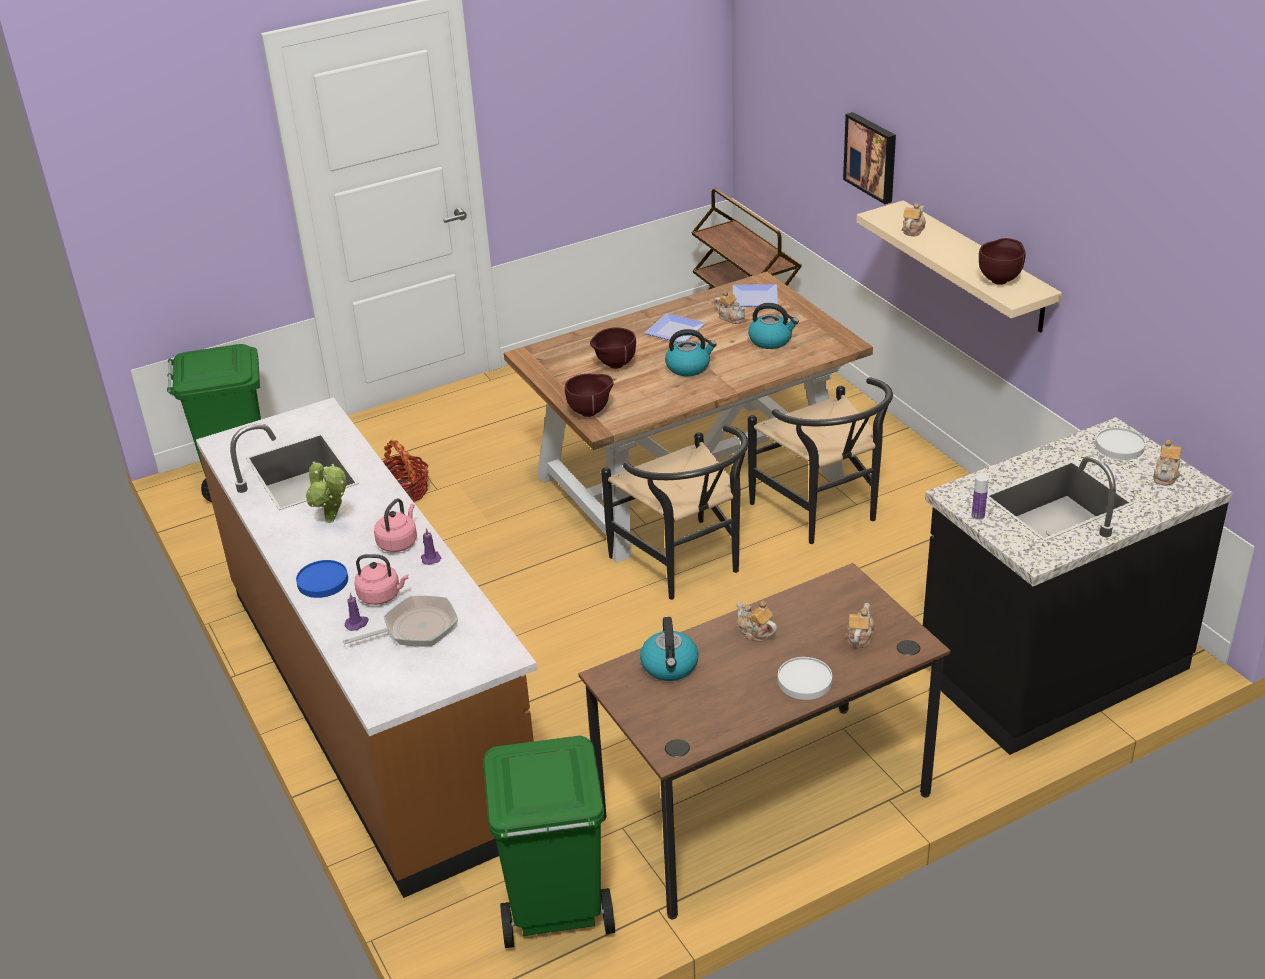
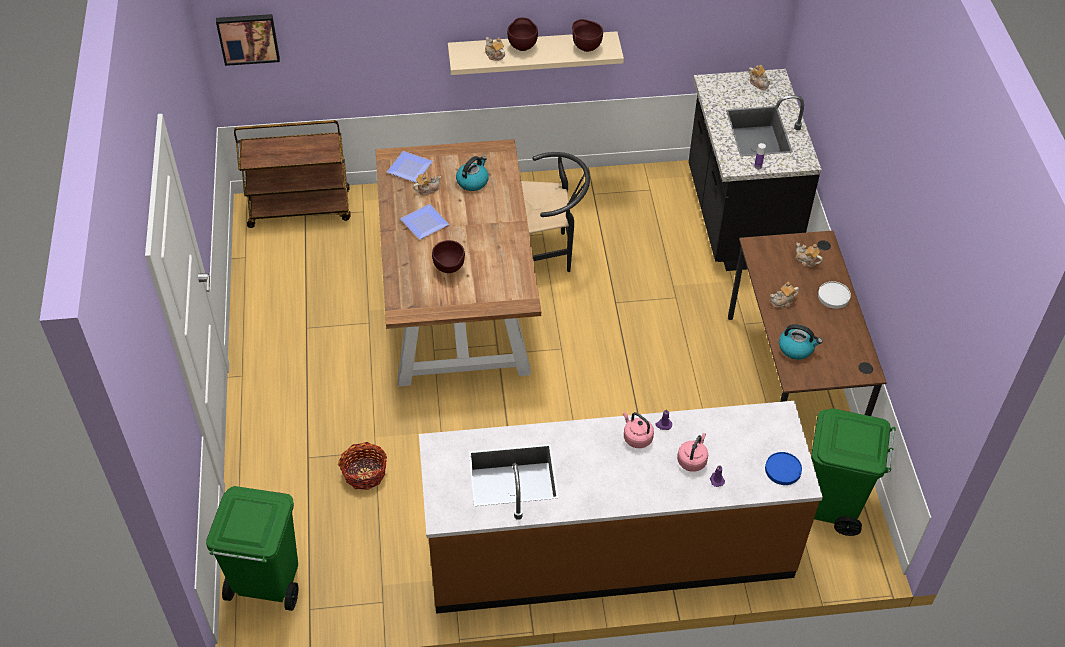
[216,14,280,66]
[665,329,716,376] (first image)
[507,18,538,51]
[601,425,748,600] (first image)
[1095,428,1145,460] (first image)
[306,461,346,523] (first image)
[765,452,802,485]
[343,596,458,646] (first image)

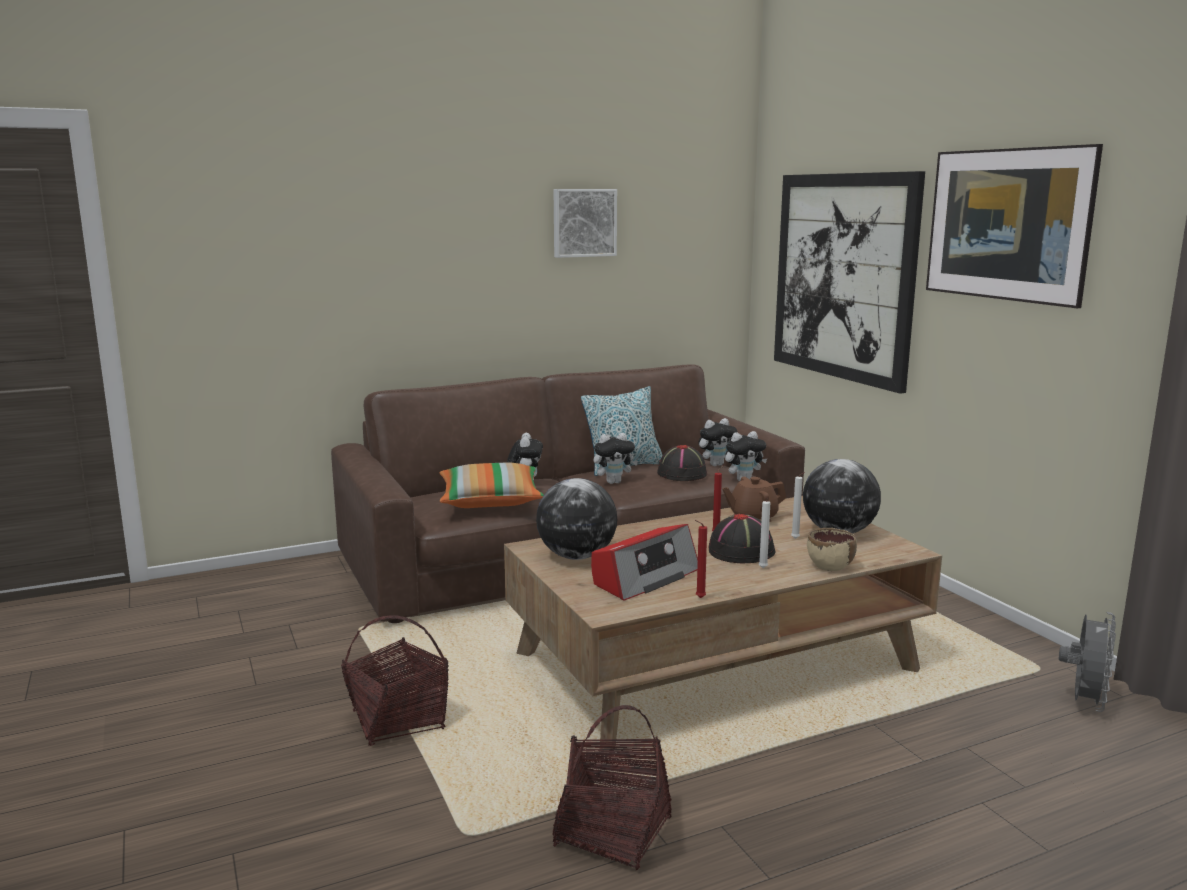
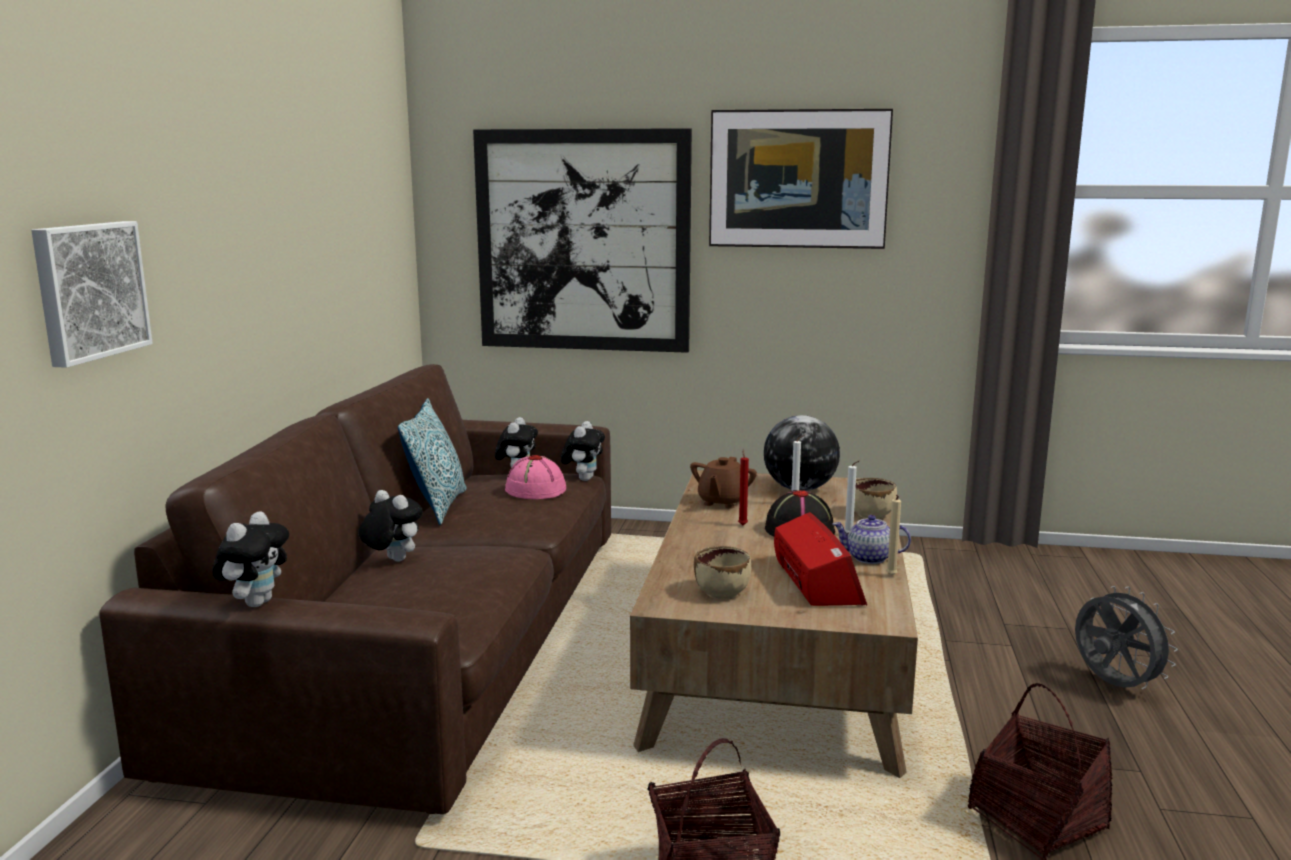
[31,221,153,368]
[212,511,289,607]
[505,455,566,499]
[440,463,544,508] (first image)
[694,546,751,599]
[886,495,901,576]
[1075,586,1178,689]
[833,515,911,564]

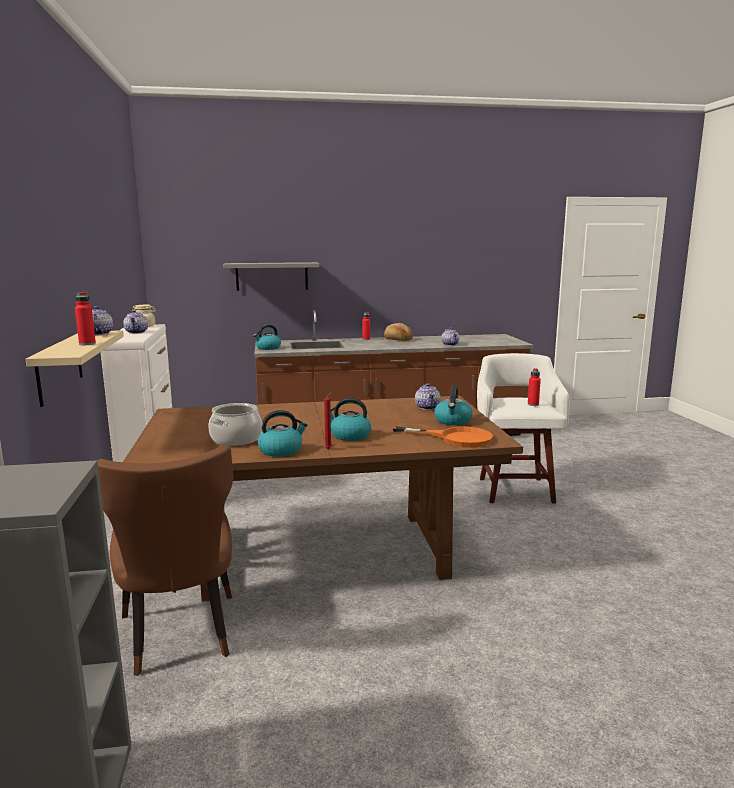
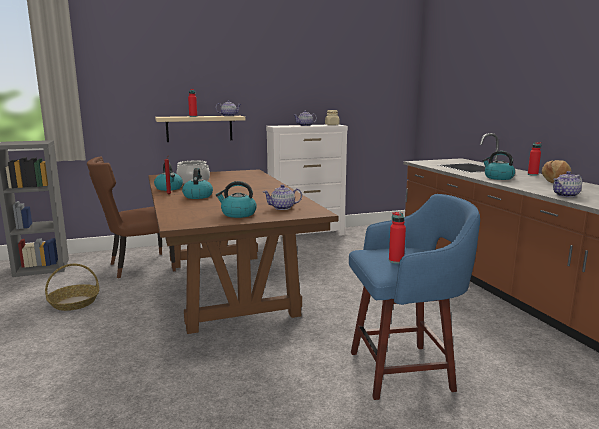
[223,262,319,291] (first image)
[482,151,515,180]
[349,194,480,400]
[393,426,493,448] (first image)
[45,264,99,311]

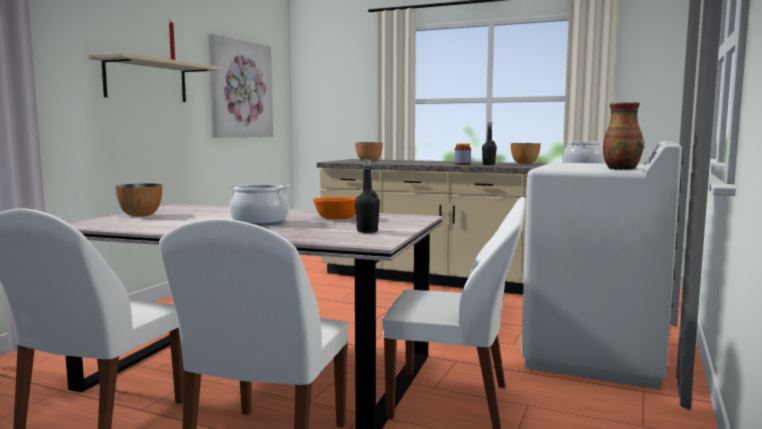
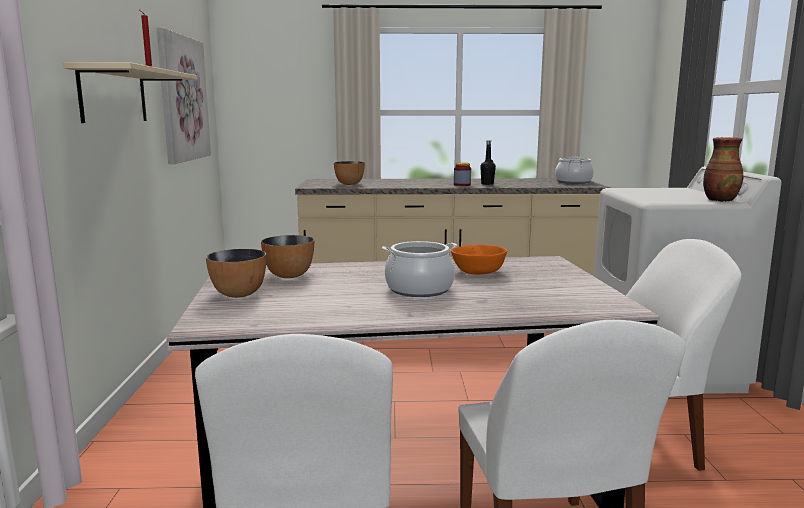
[261,235,314,278]
[355,159,380,233] (first image)

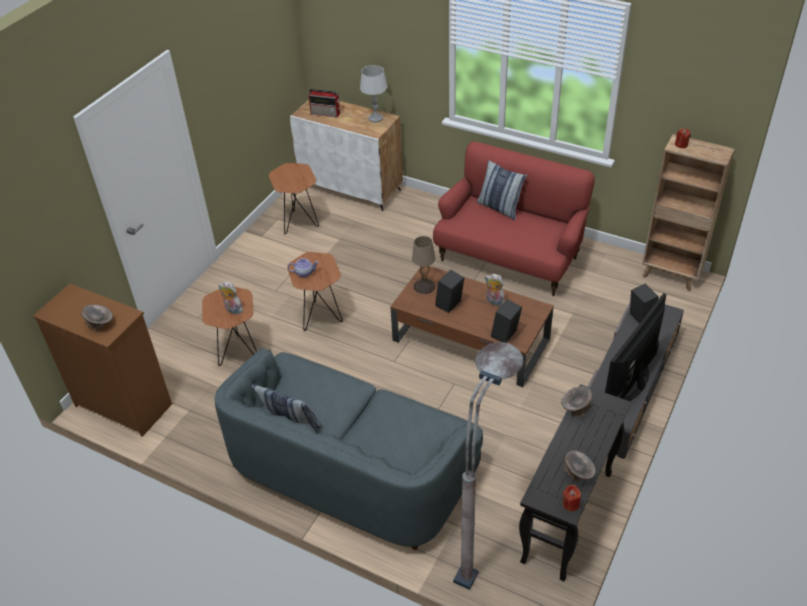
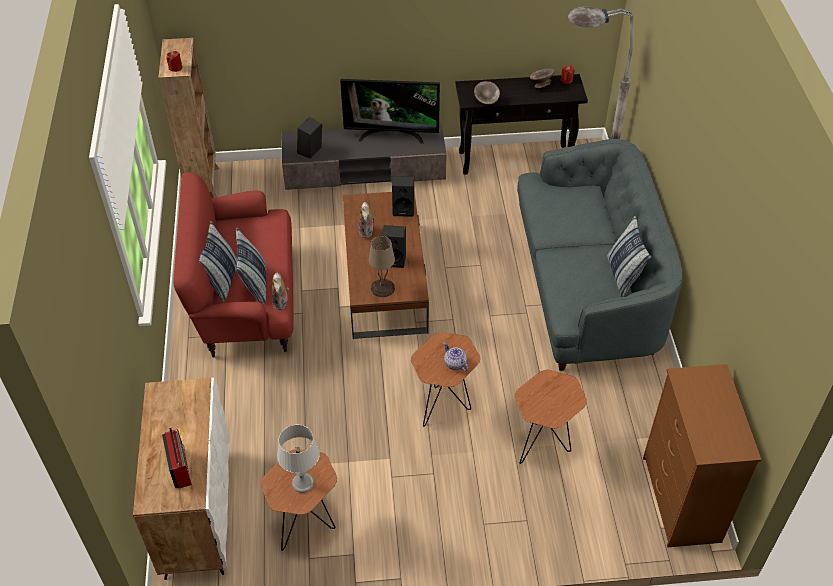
[277,425,320,493]
[272,272,289,310]
[81,305,113,330] (first image)
[236,227,266,305]

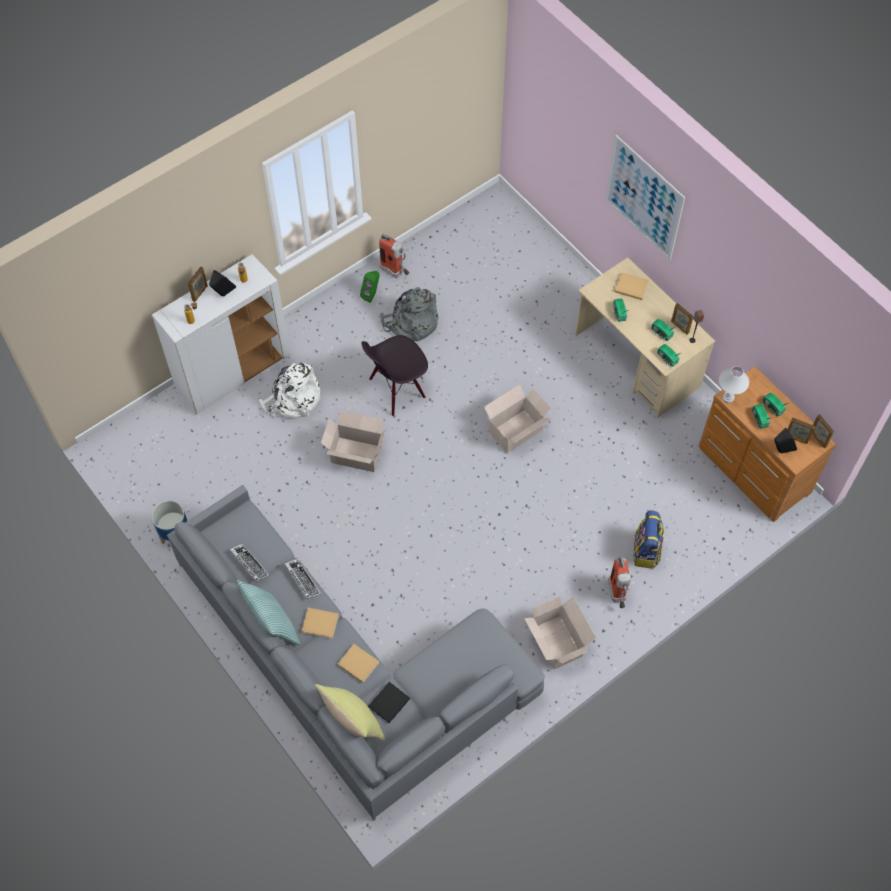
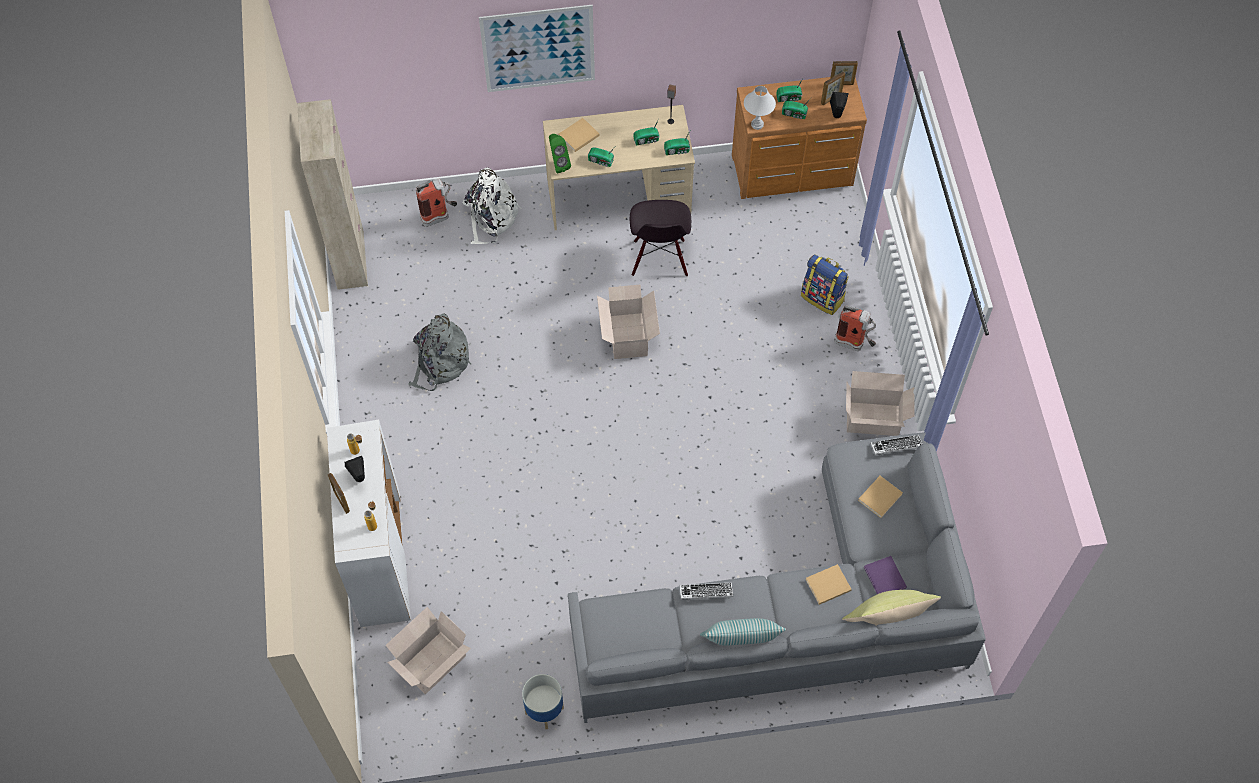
[416,178,457,227]
[549,134,571,173]
[671,303,694,334] (first image)
[630,200,691,277]
[462,168,522,244]
[386,607,471,694]
[870,435,923,456]
[858,476,903,518]
[864,556,907,594]
[297,99,368,290]

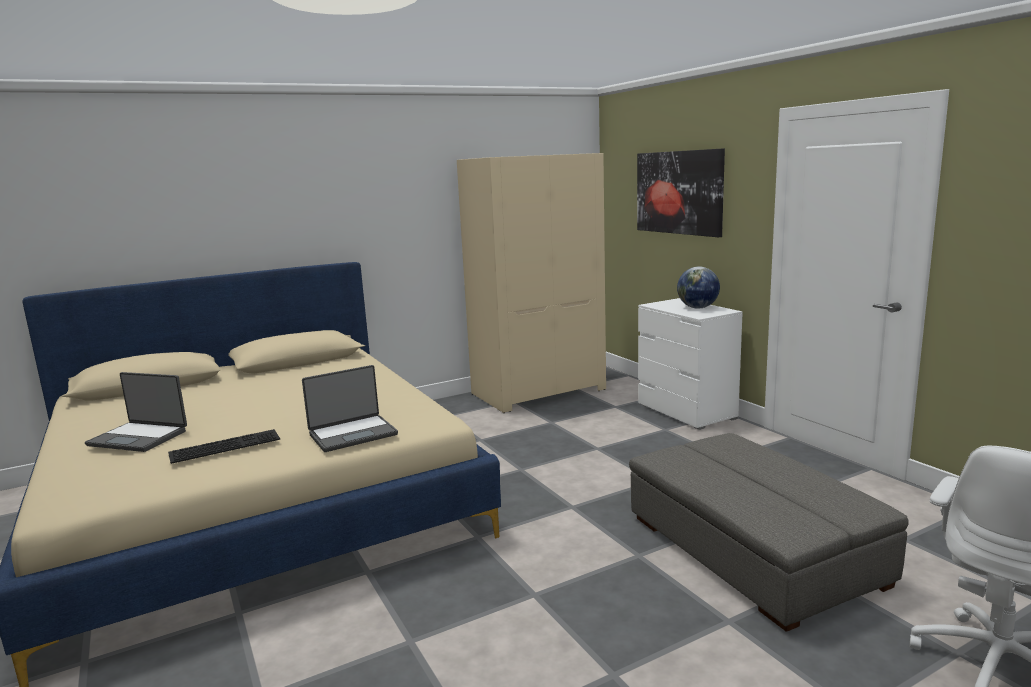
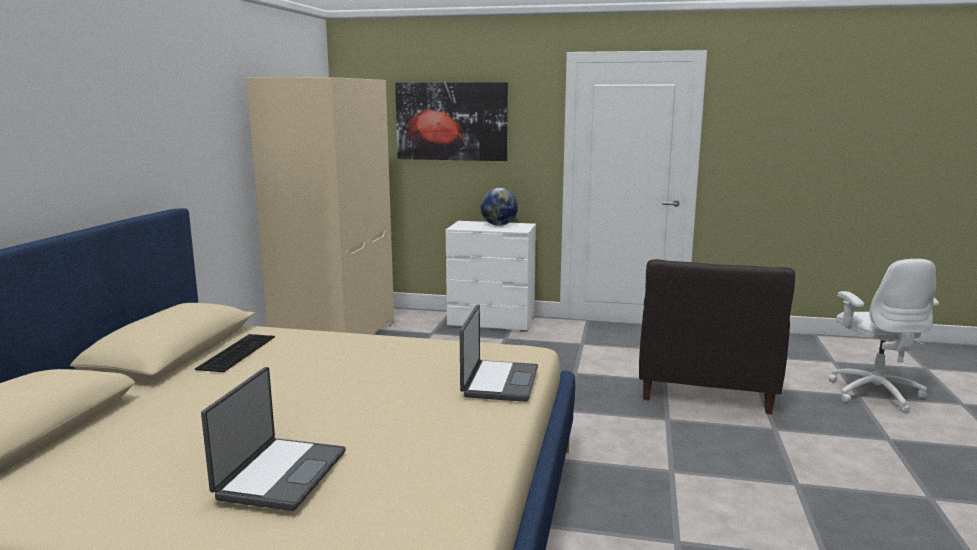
[201,367,346,511]
[195,334,275,372]
[639,259,795,414]

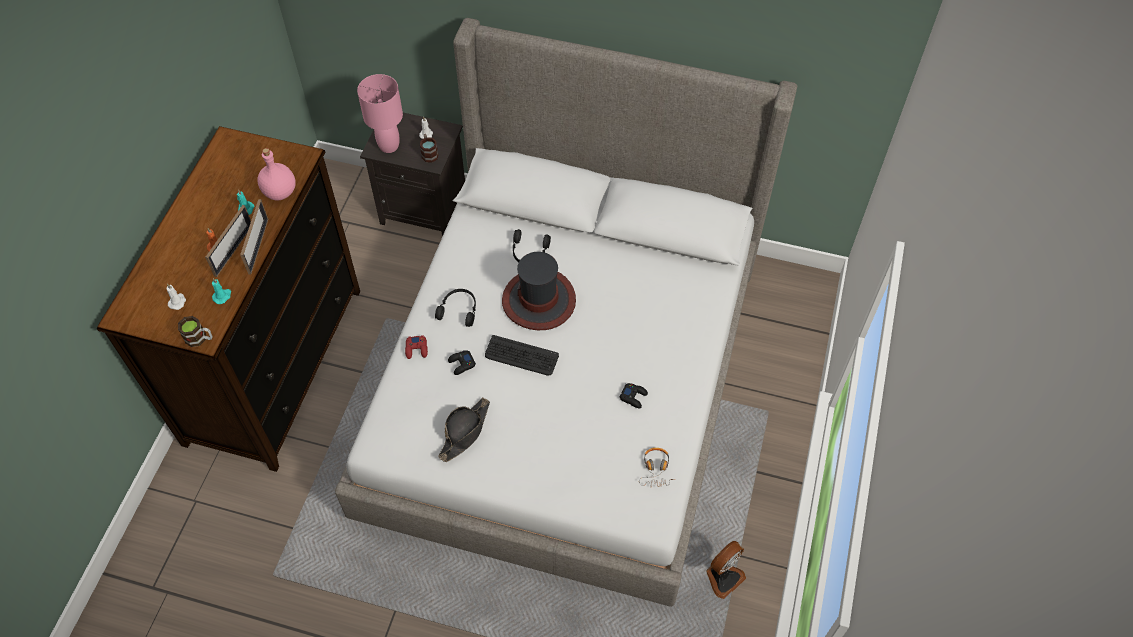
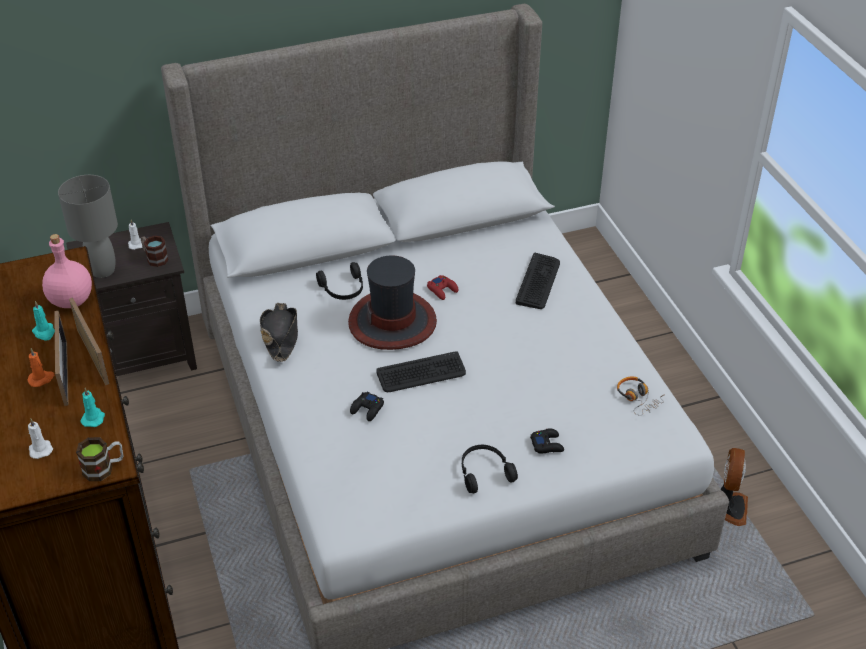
[58,175,118,278]
[462,445,518,493]
[427,275,459,300]
[530,428,564,454]
[260,303,298,362]
[516,253,560,309]

